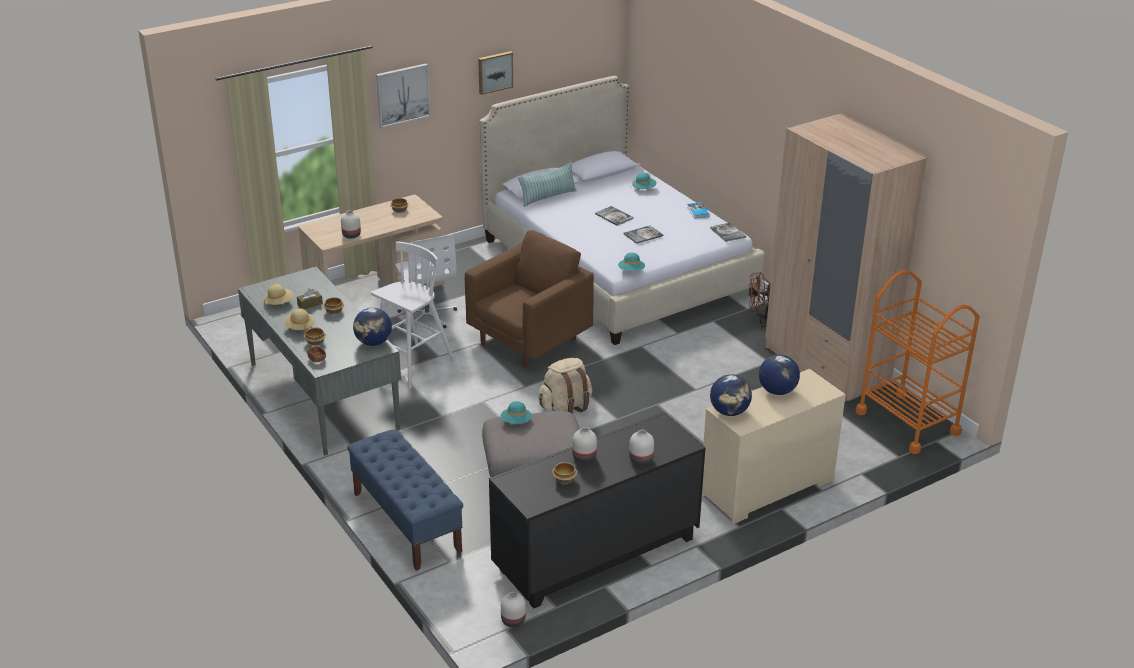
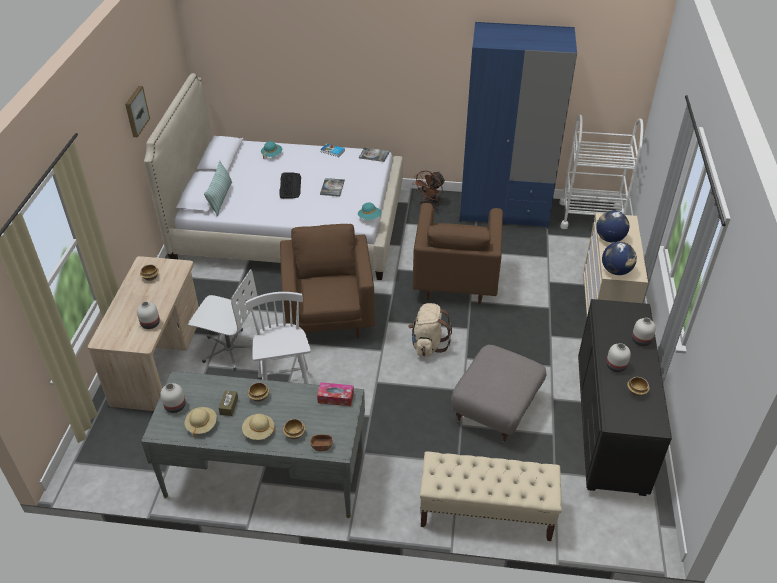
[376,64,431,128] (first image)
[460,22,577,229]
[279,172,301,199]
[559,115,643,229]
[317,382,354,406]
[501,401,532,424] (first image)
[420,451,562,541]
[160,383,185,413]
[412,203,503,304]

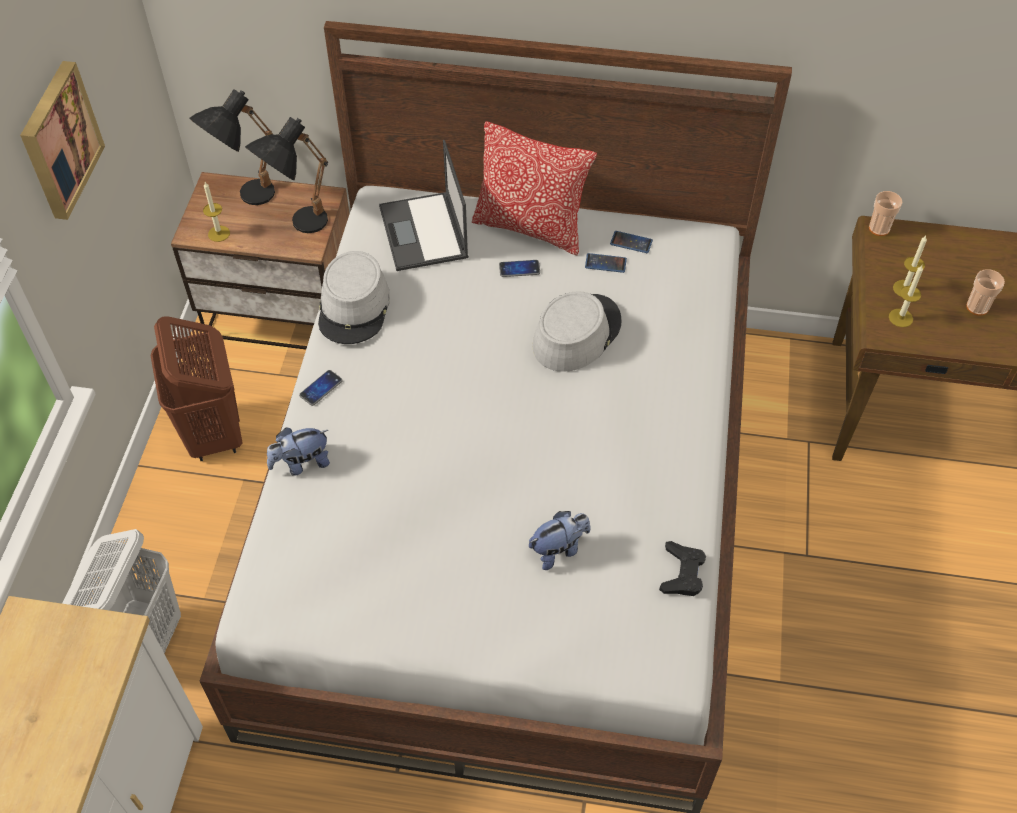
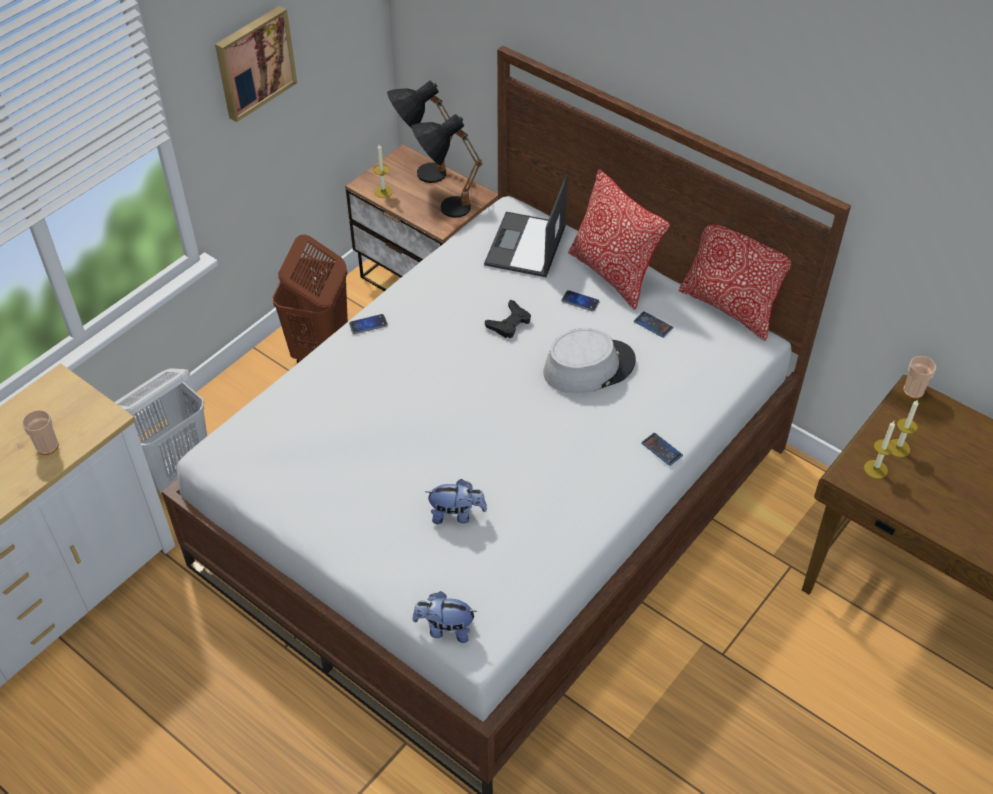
[641,433,683,466]
[318,251,390,344] (first image)
[22,410,58,455]
[413,591,477,643]
[485,300,531,338]
[678,224,791,341]

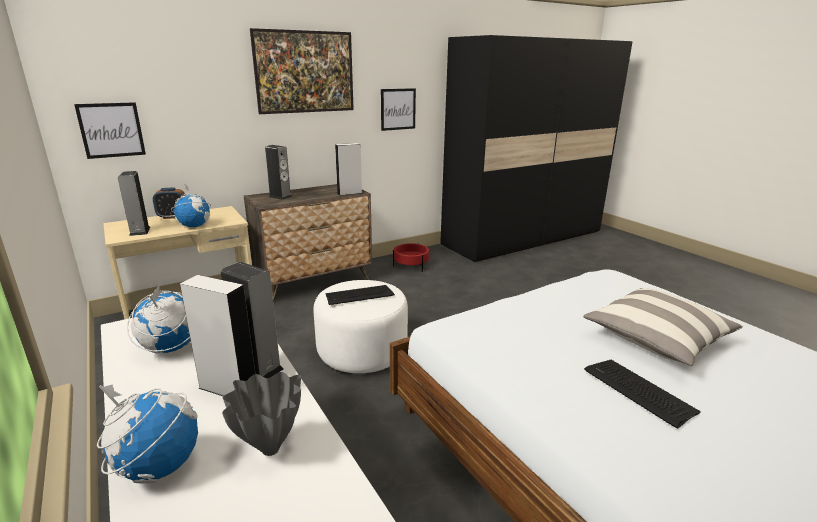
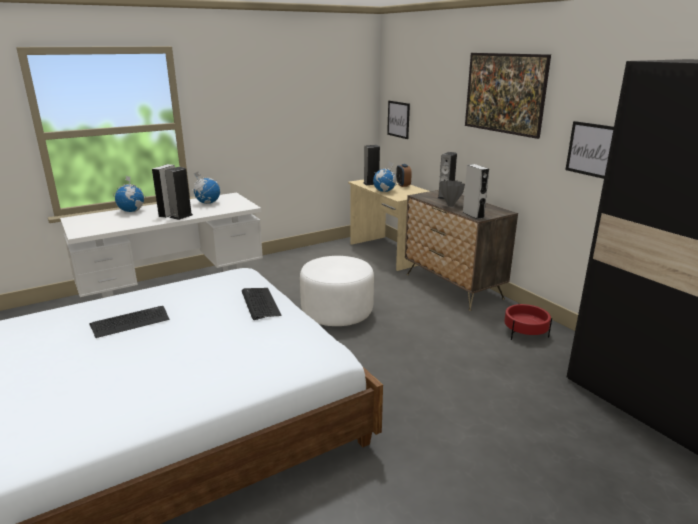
[242,288,281,320]
[583,288,743,366] (first image)
[439,180,465,207]

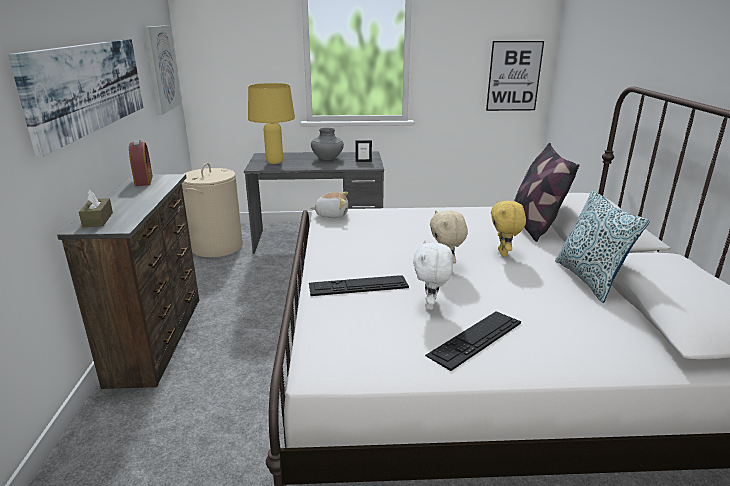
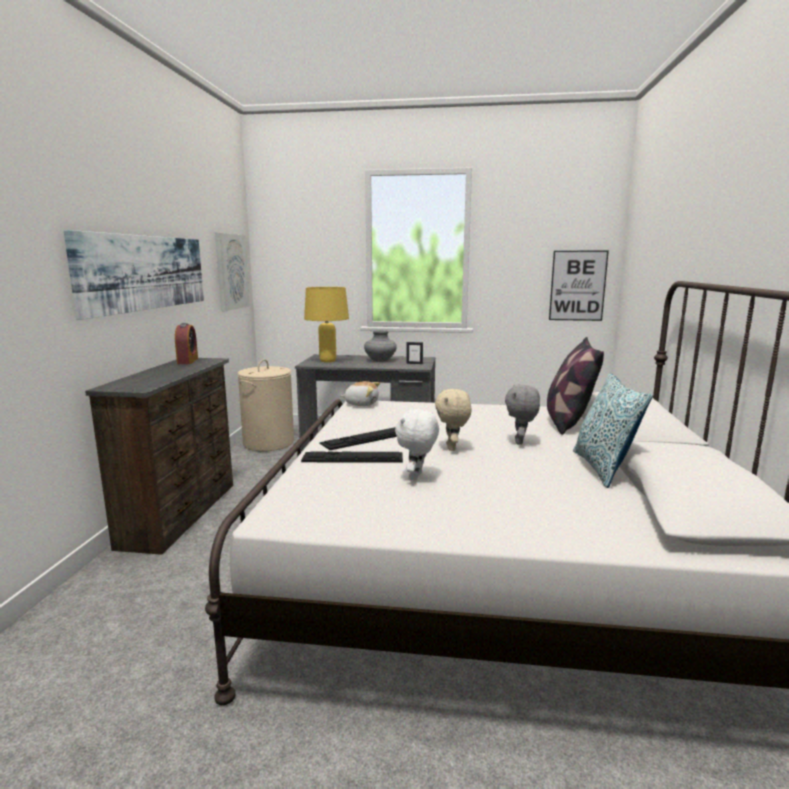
[79,190,113,227] (first image)
[505,385,540,445]
[319,427,397,450]

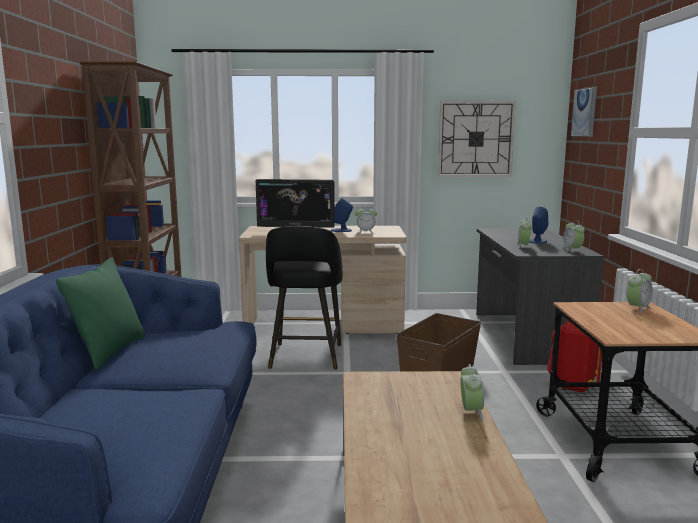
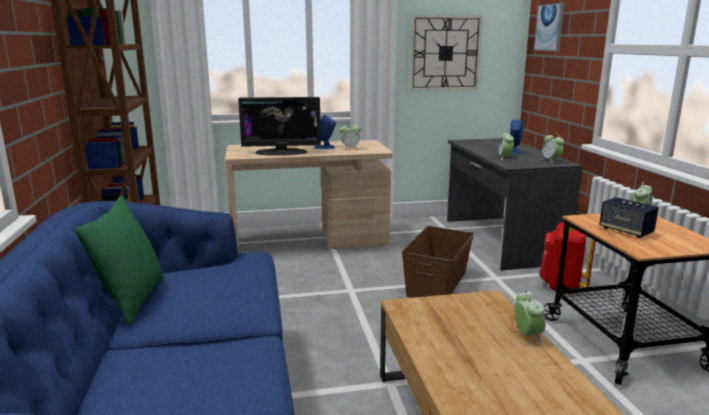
[266,226,342,370] (first image)
[599,197,659,238]

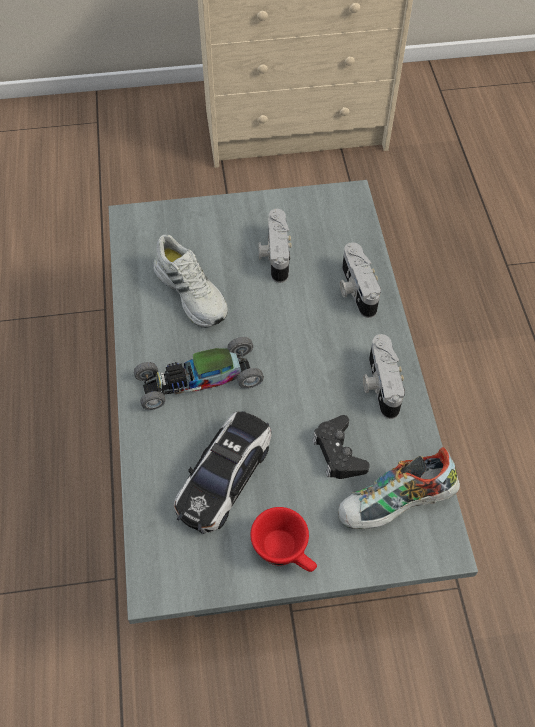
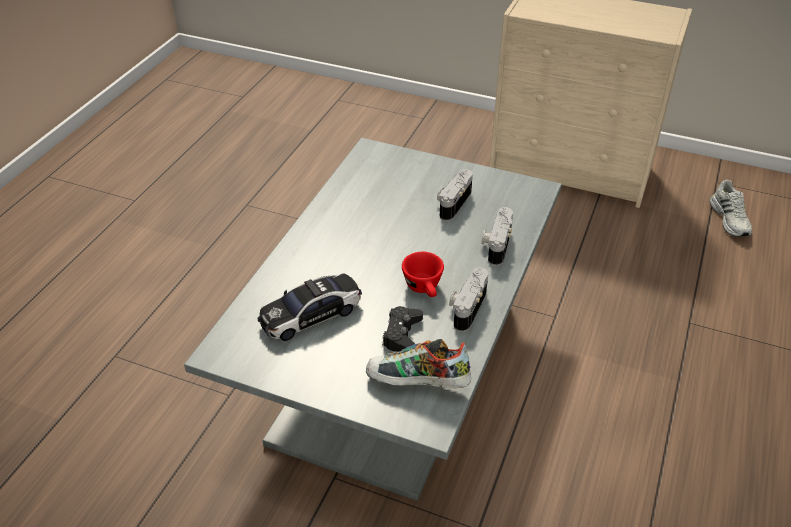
[710,180,752,236]
[134,337,264,410] (first image)
[402,252,444,297]

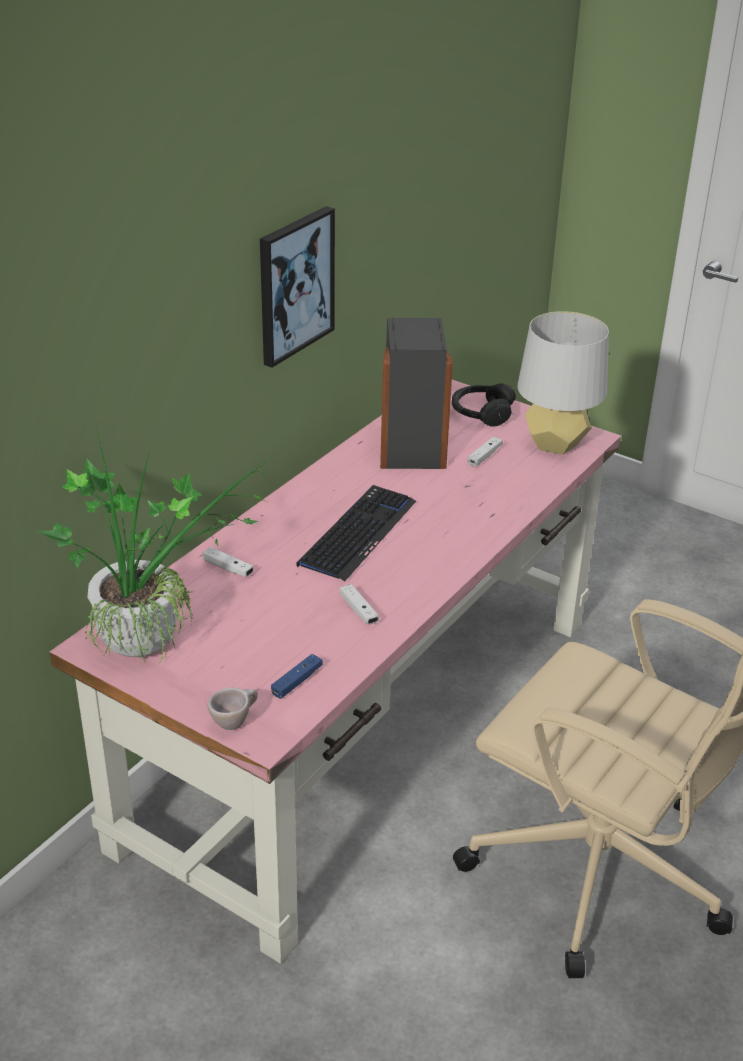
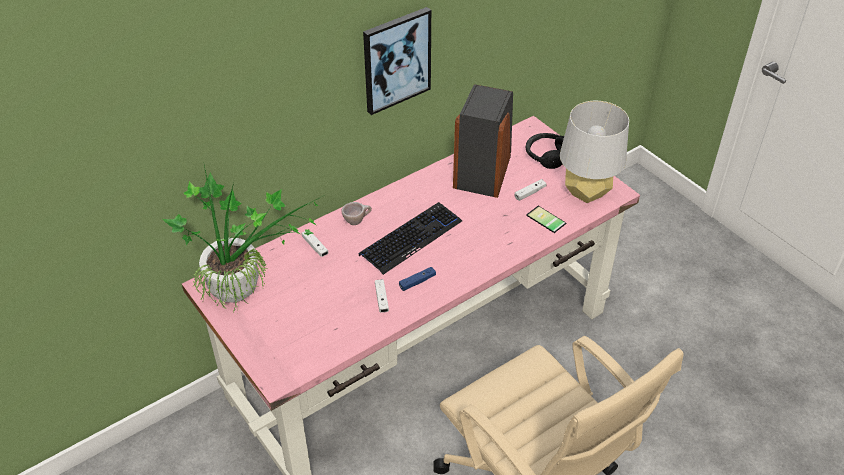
[399,267,436,291]
[341,202,372,225]
[526,206,566,233]

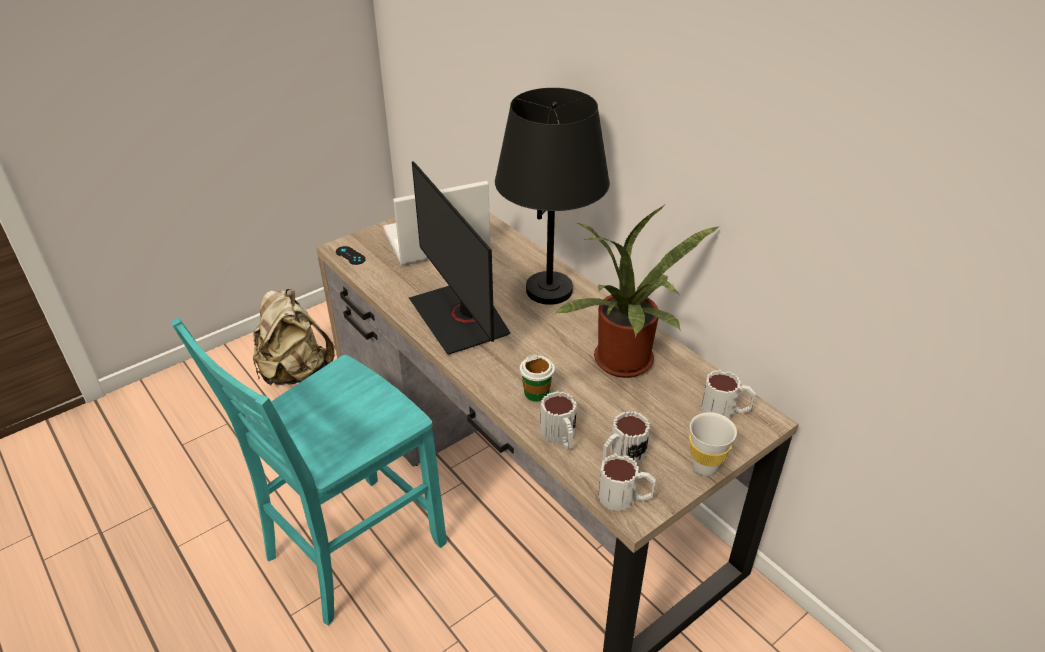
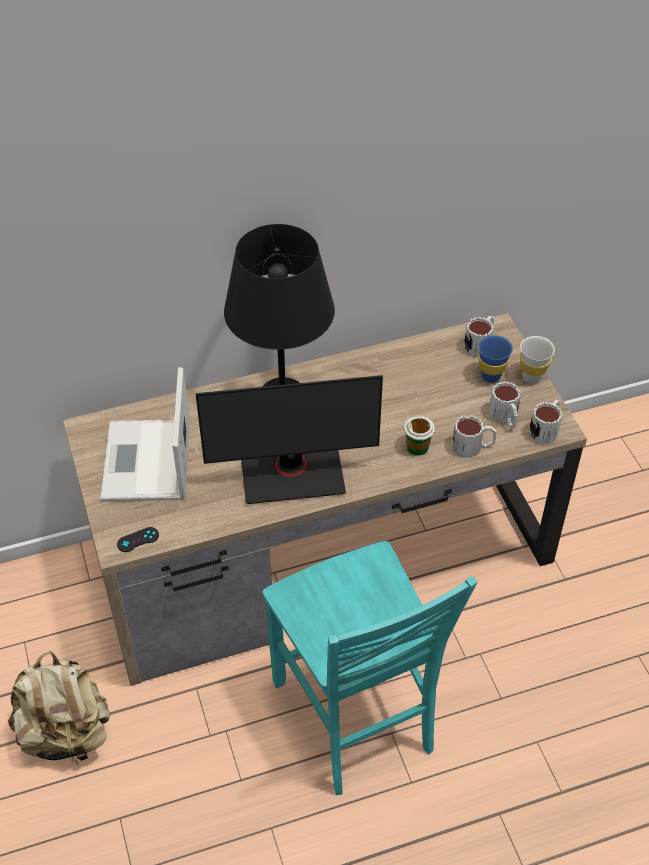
[554,204,718,378] (first image)
[478,335,513,383]

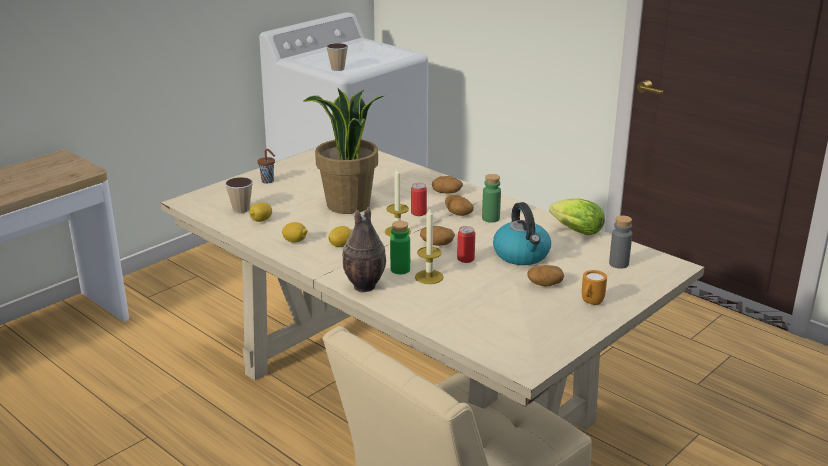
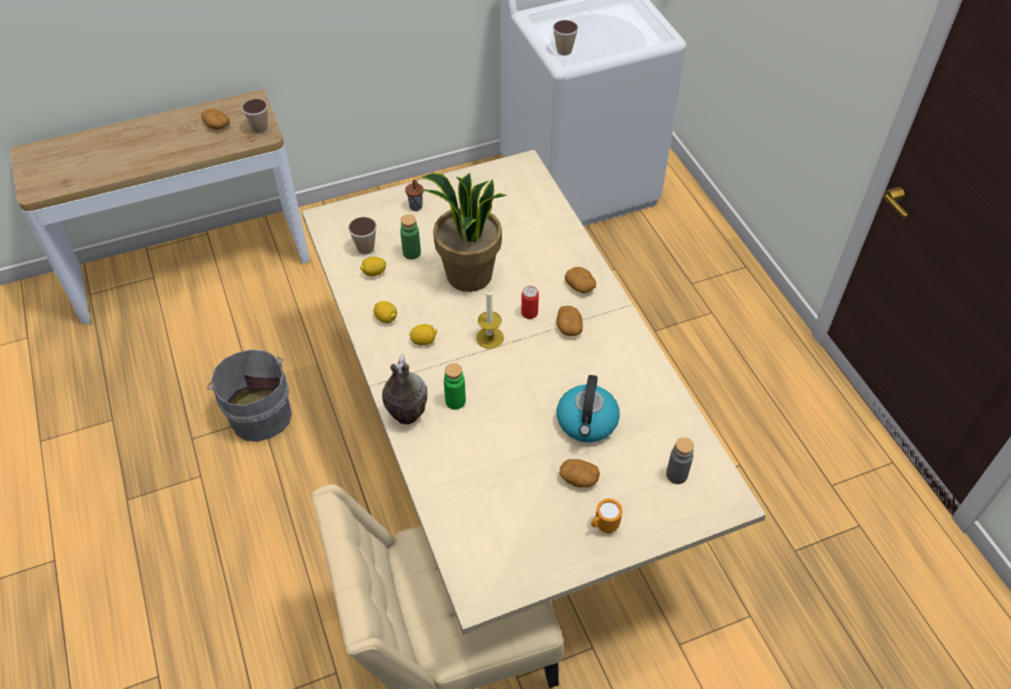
[400,214,421,259]
[549,199,605,235] (first image)
[415,208,444,284] (first image)
[201,109,229,130]
[457,226,475,263] (first image)
[242,99,268,134]
[207,350,292,441]

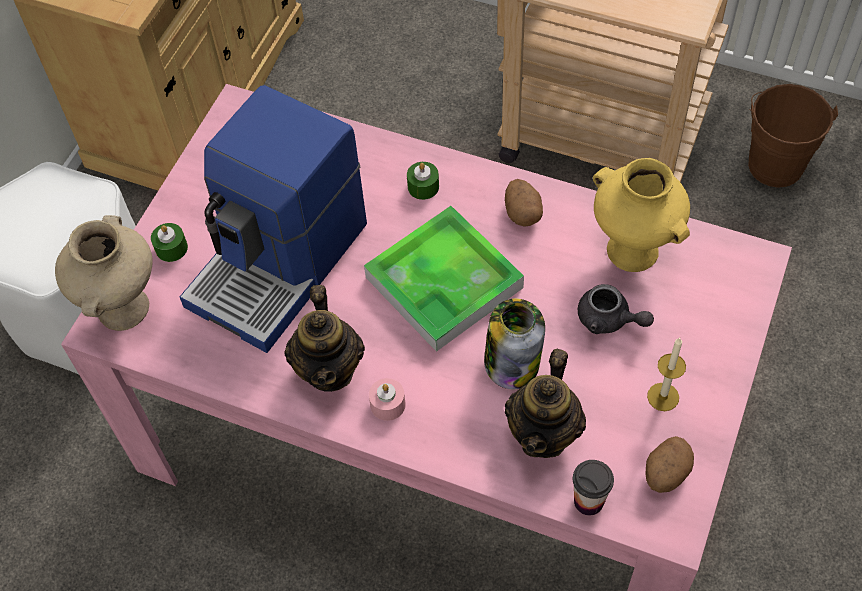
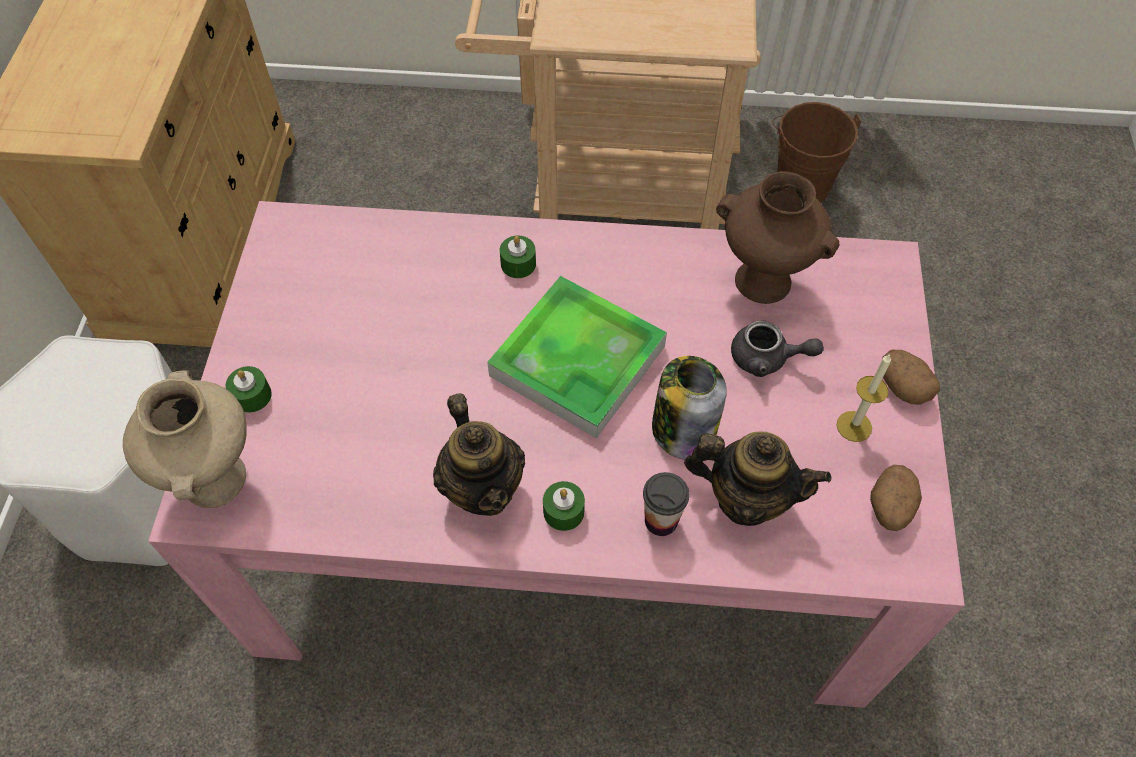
[180,85,367,353] (first image)
[716,171,839,304]
[882,350,940,405]
[684,431,831,526]
[543,481,585,531]
[643,472,689,536]

